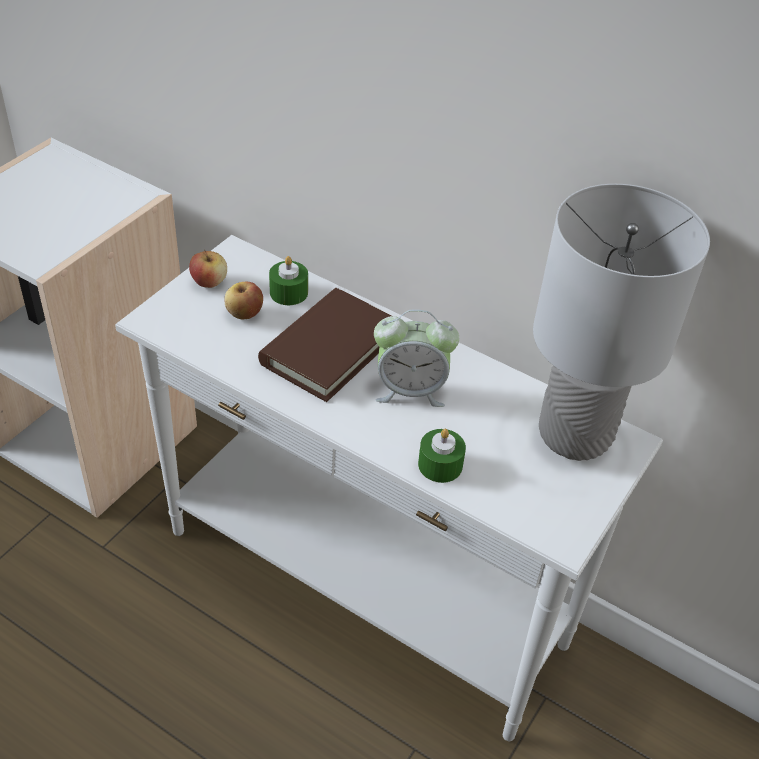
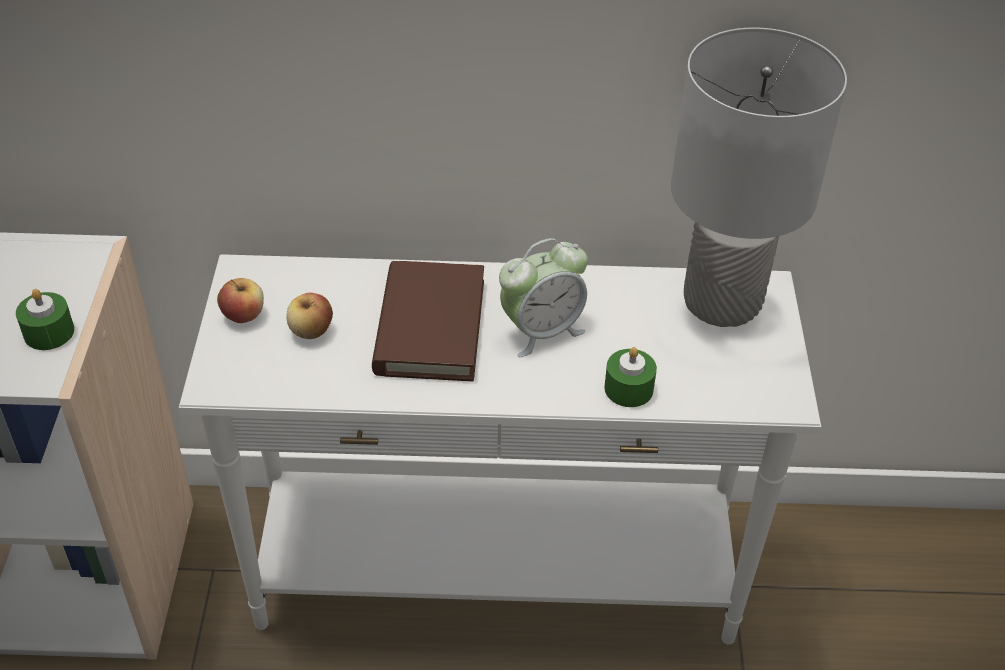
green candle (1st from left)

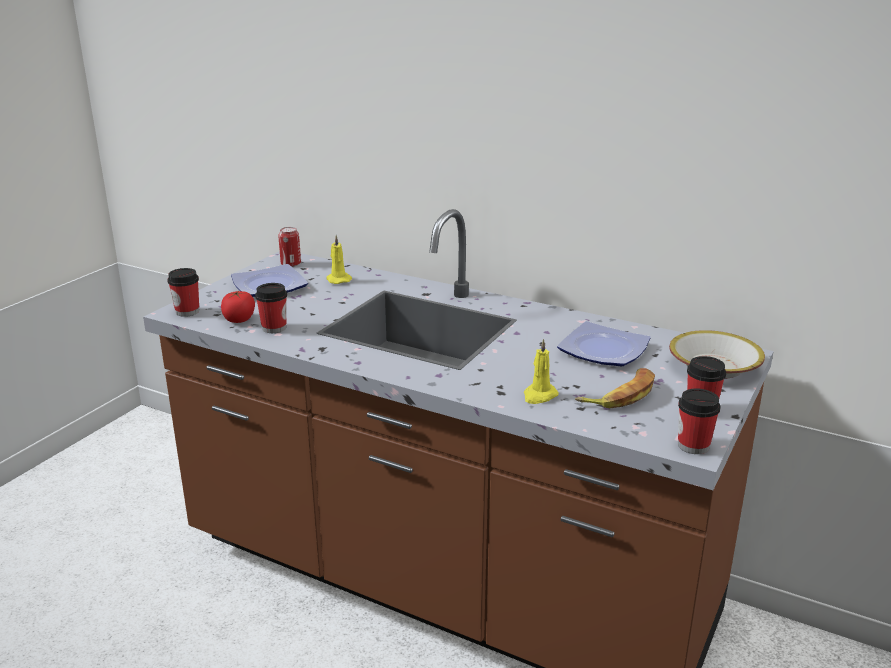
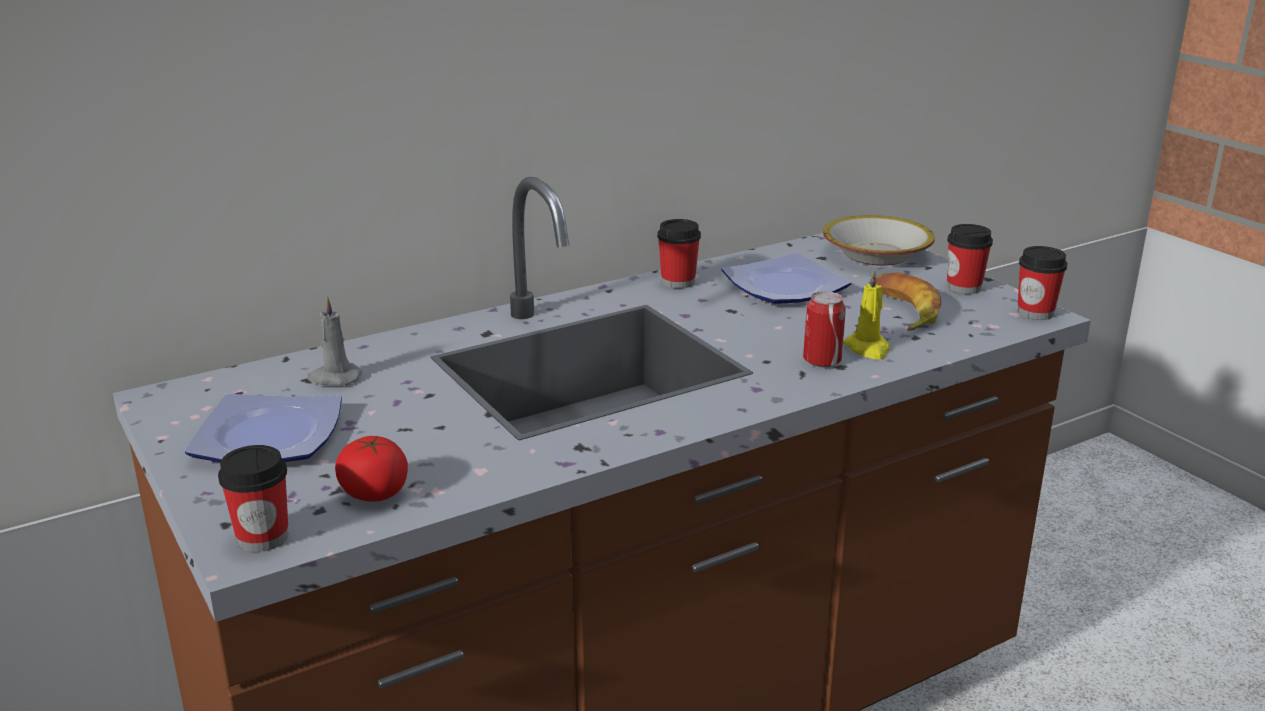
grey candle
cup (2nd from left)
can

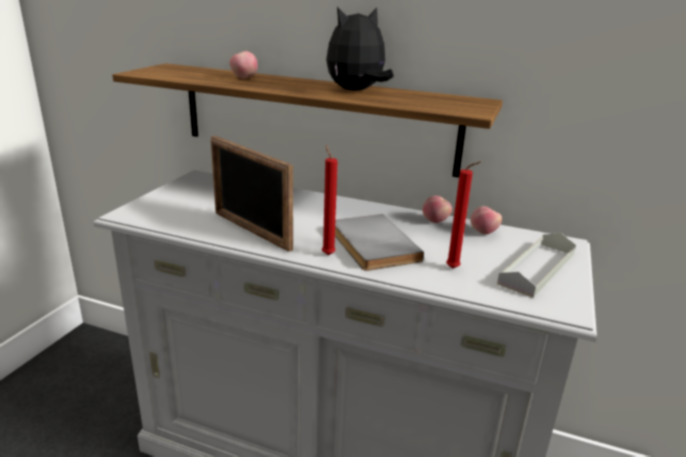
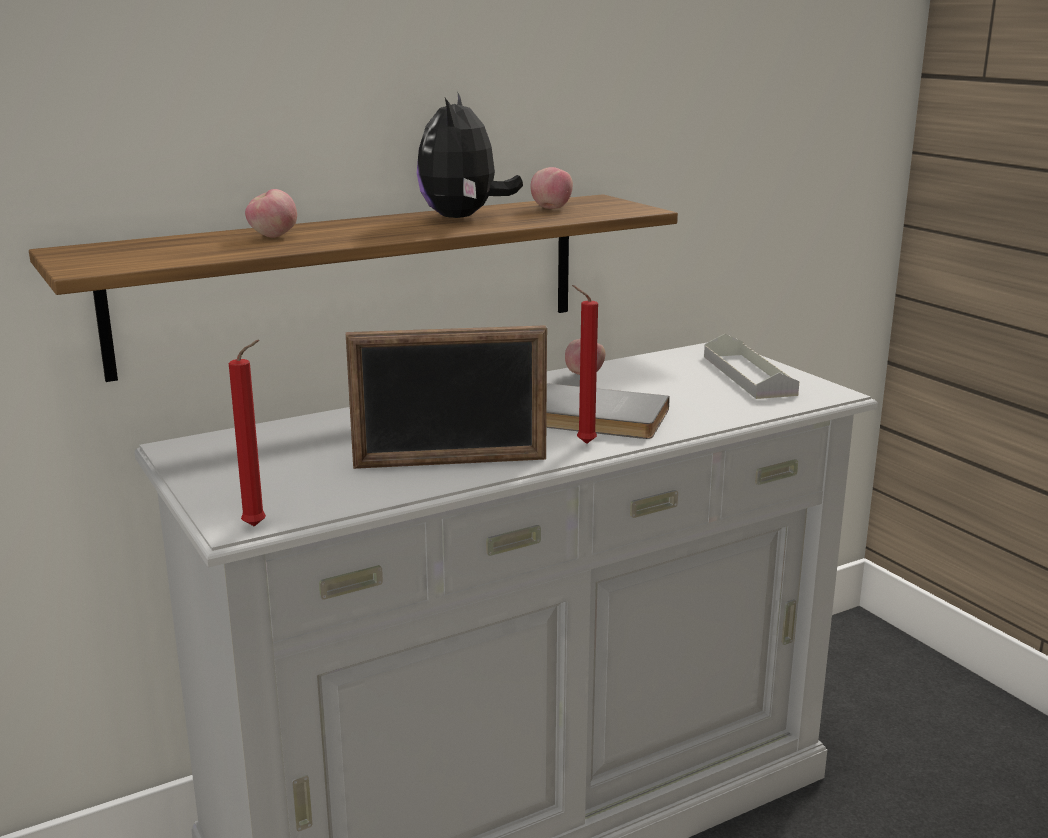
red candle (1st from left)
apple (2nd from left)

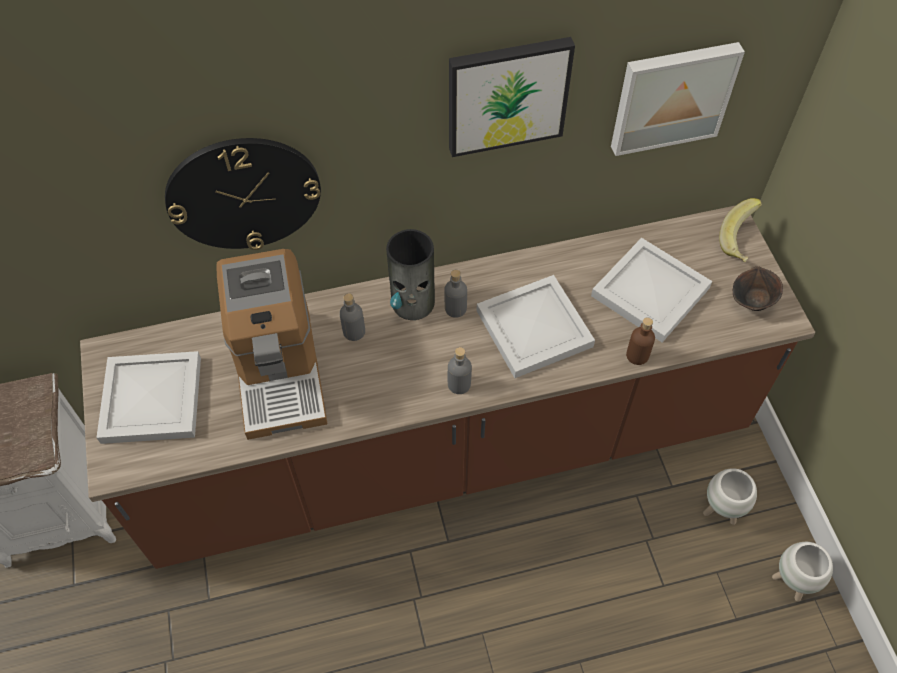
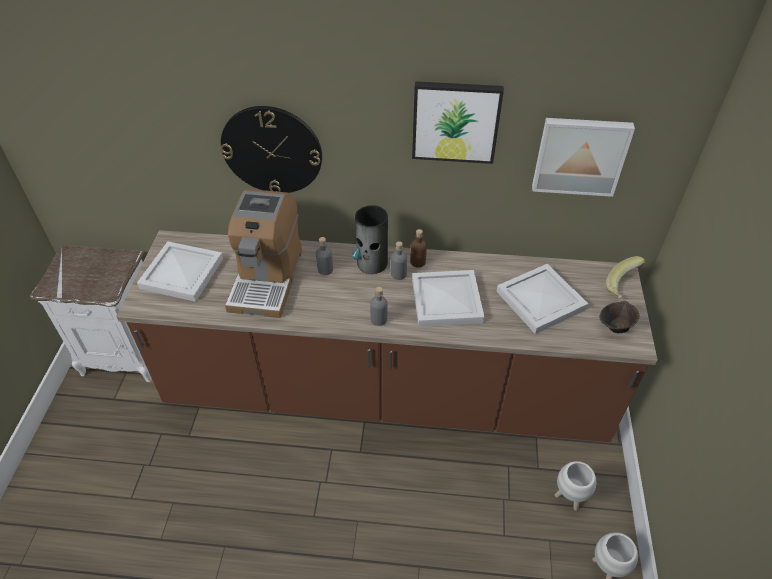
brown bottle

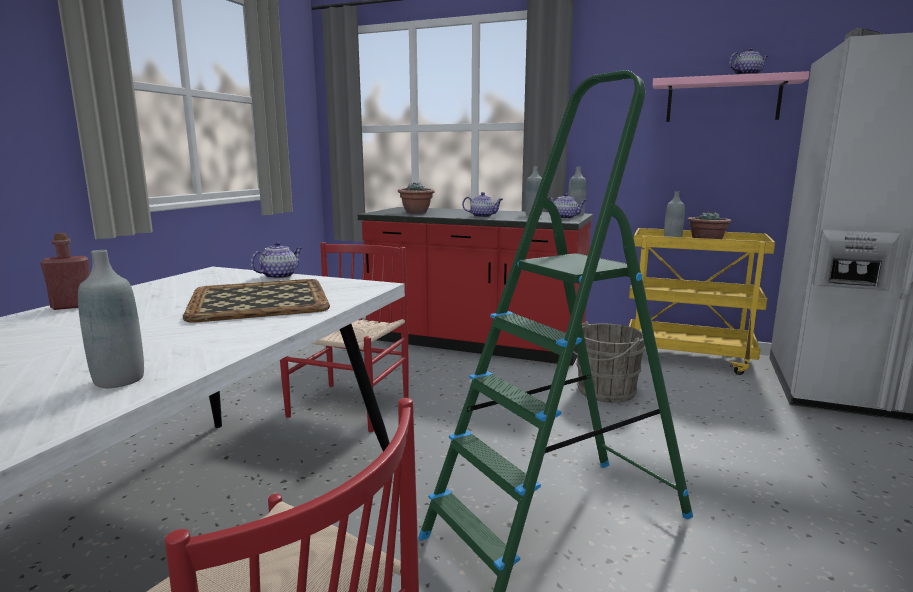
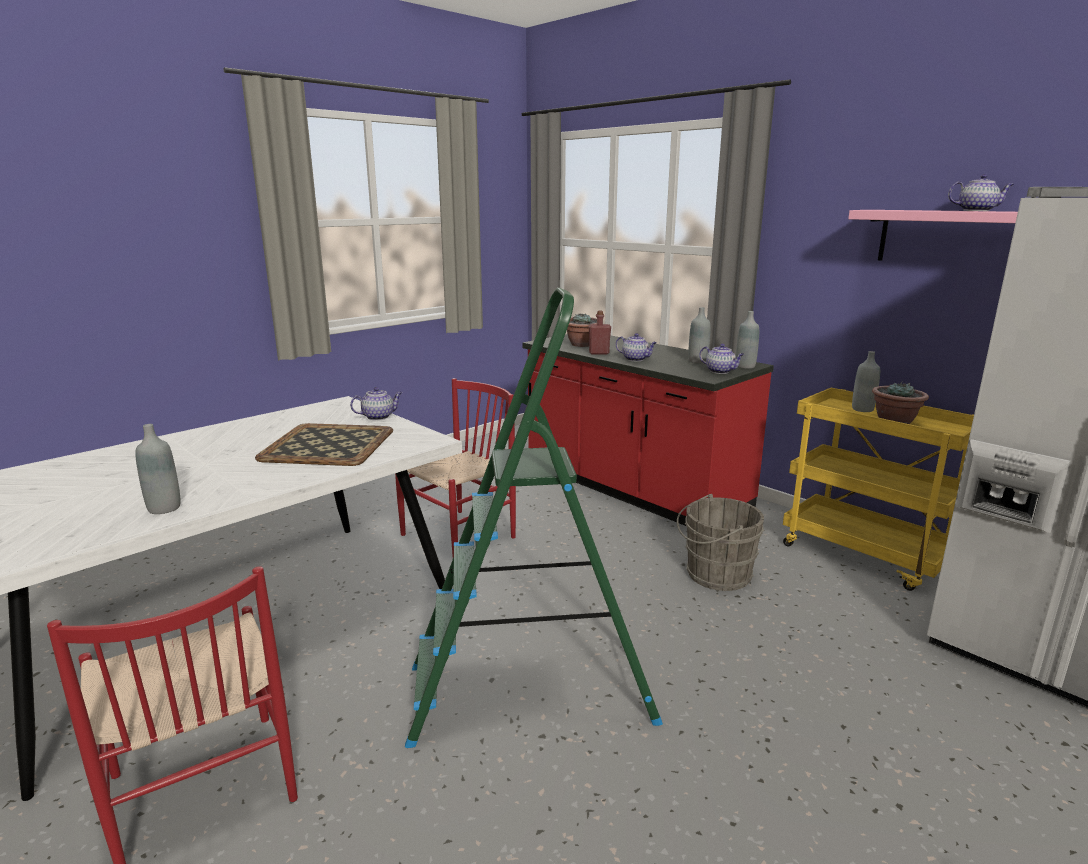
red bottle

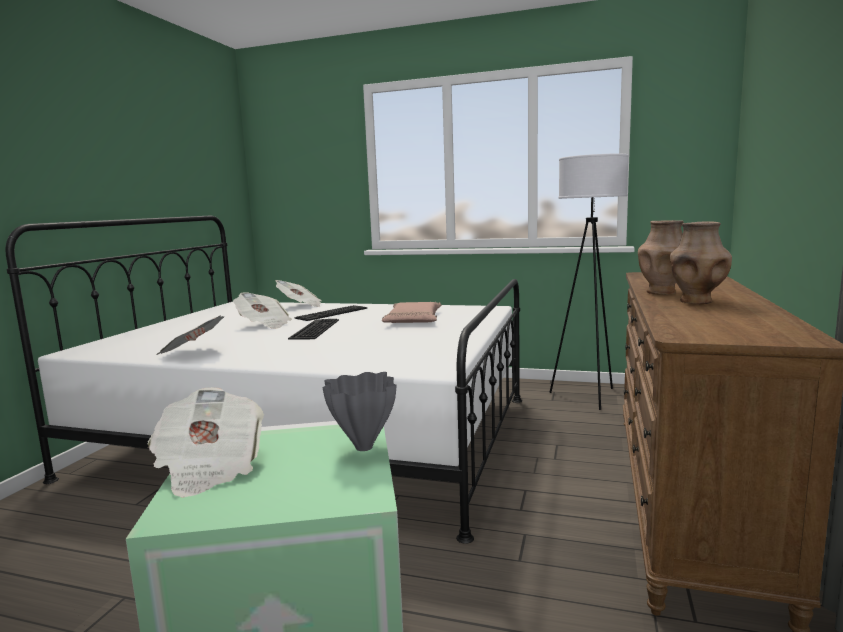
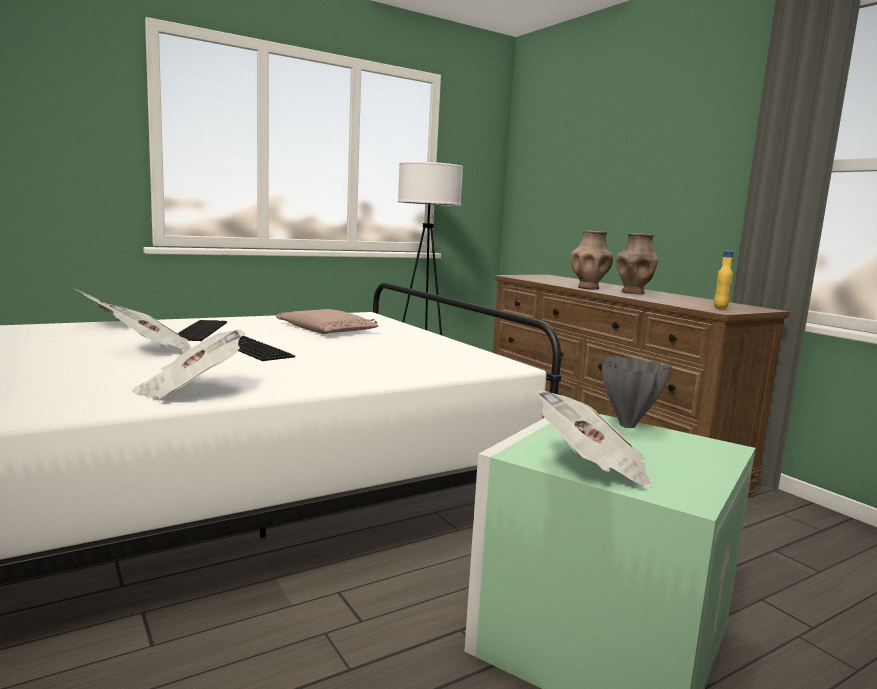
yellow bottle

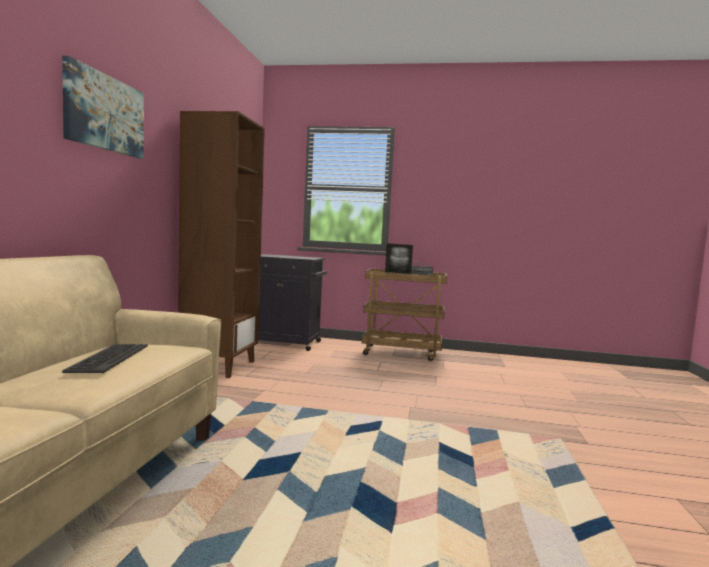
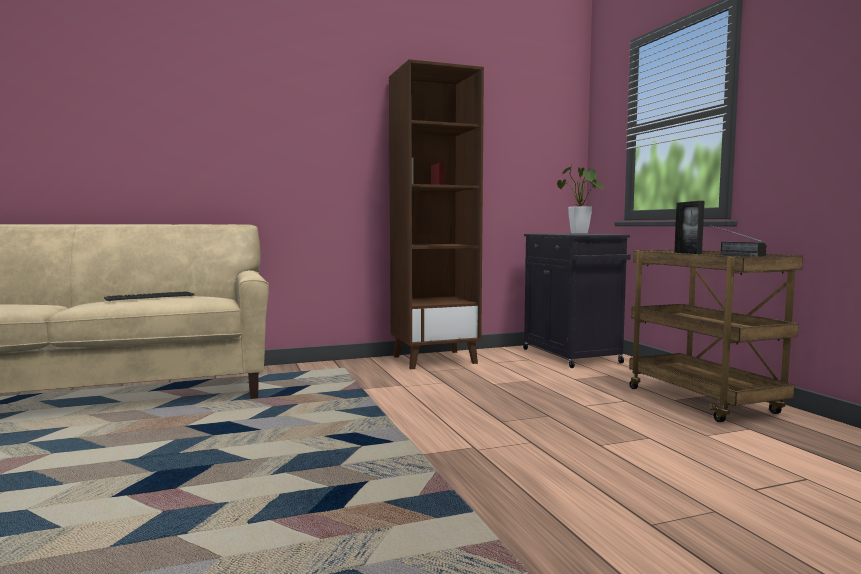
potted plant
picture

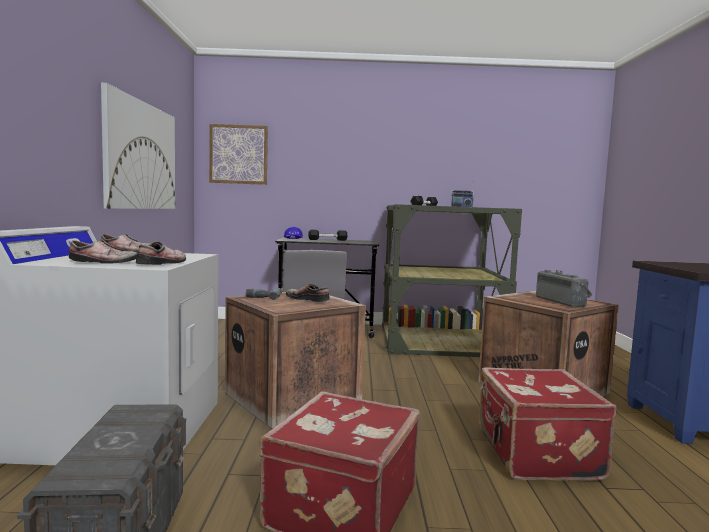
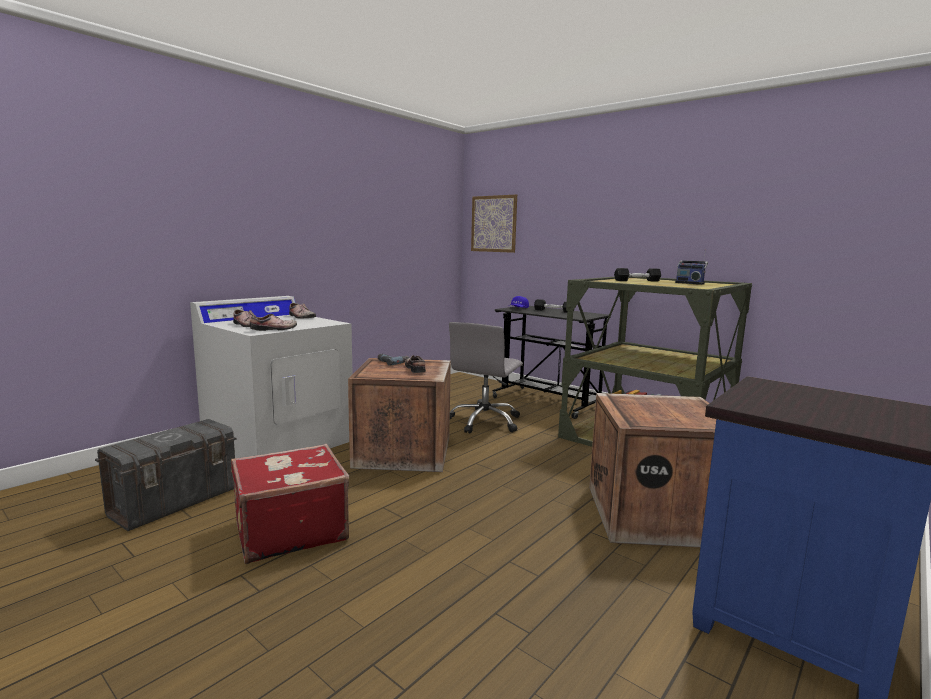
picture (1st from left in the first image)
red suitcase (2nd from left in the first image)
radio (2nd from left in the first image)

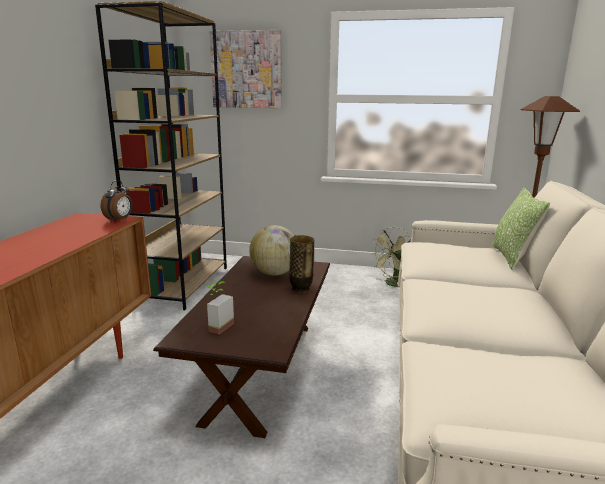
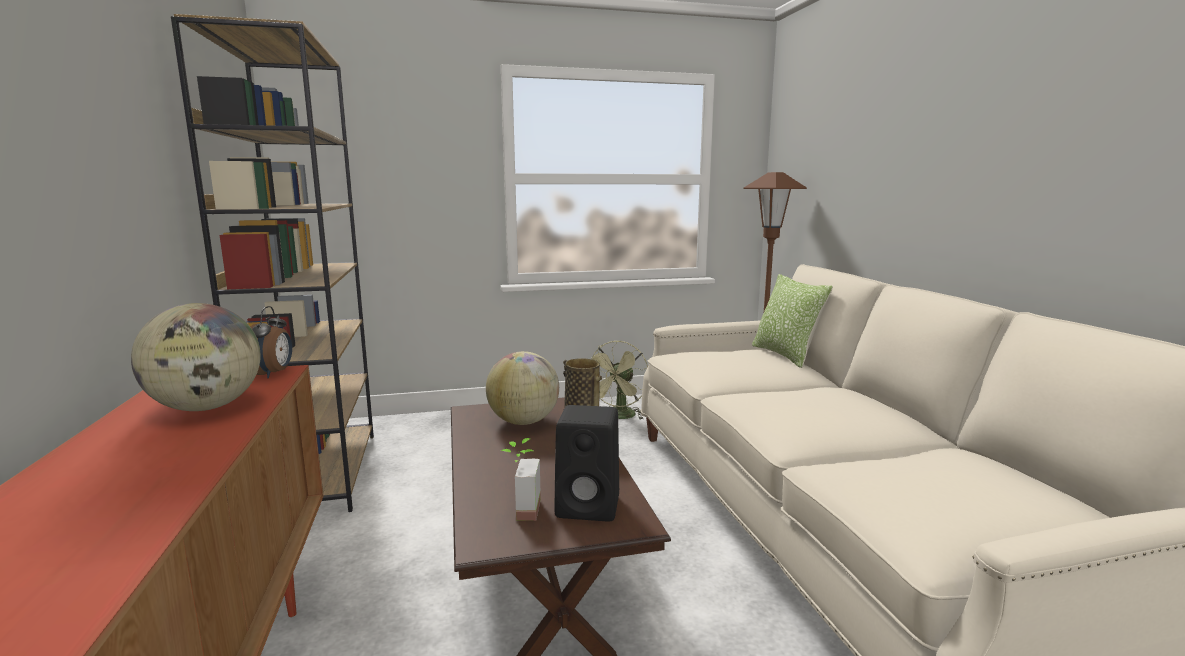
globe (1st from left)
black speaker
picture

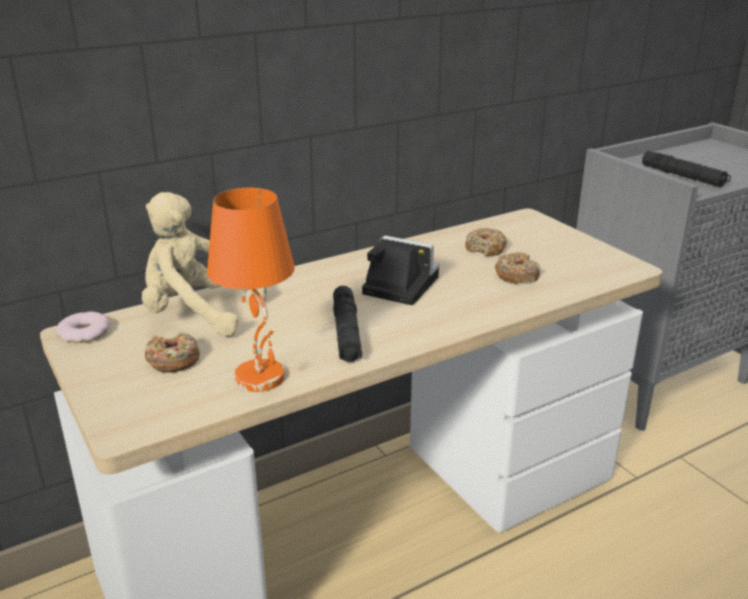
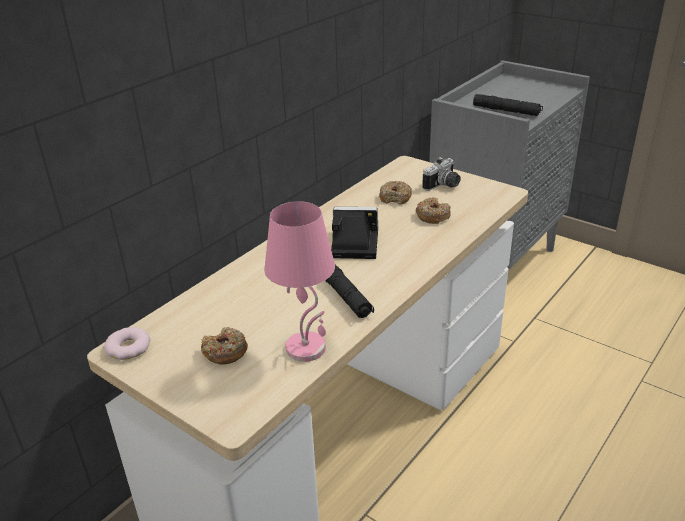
pink table lamp
photo camera (2nd from left)
beige plush toy

